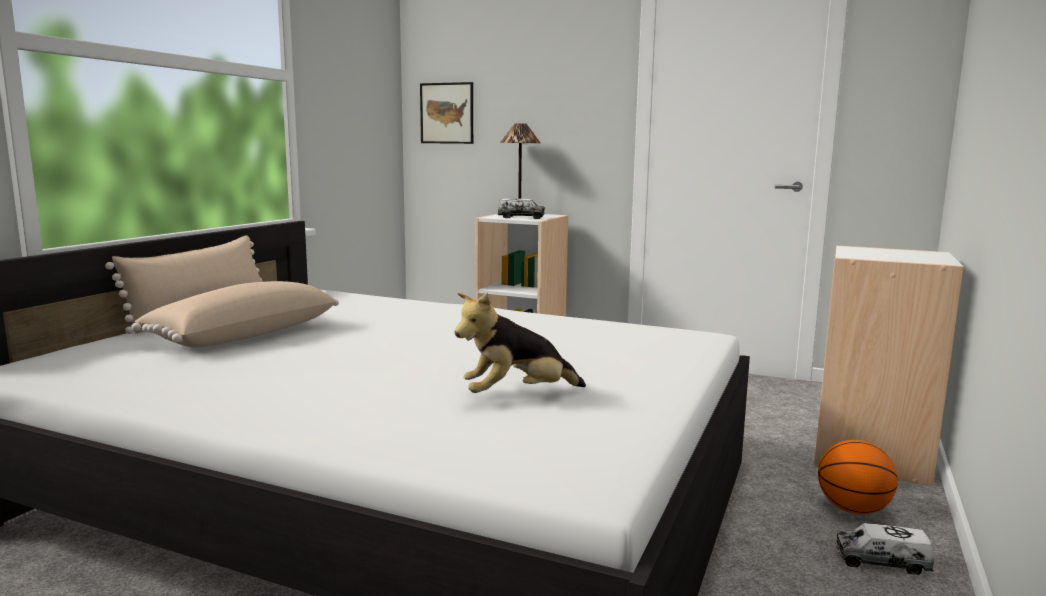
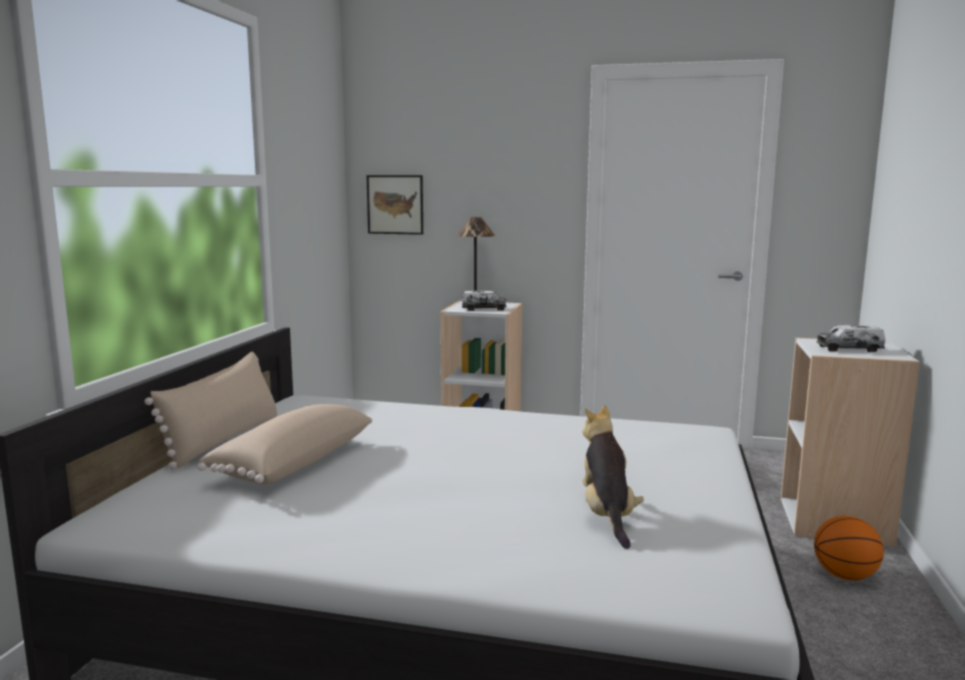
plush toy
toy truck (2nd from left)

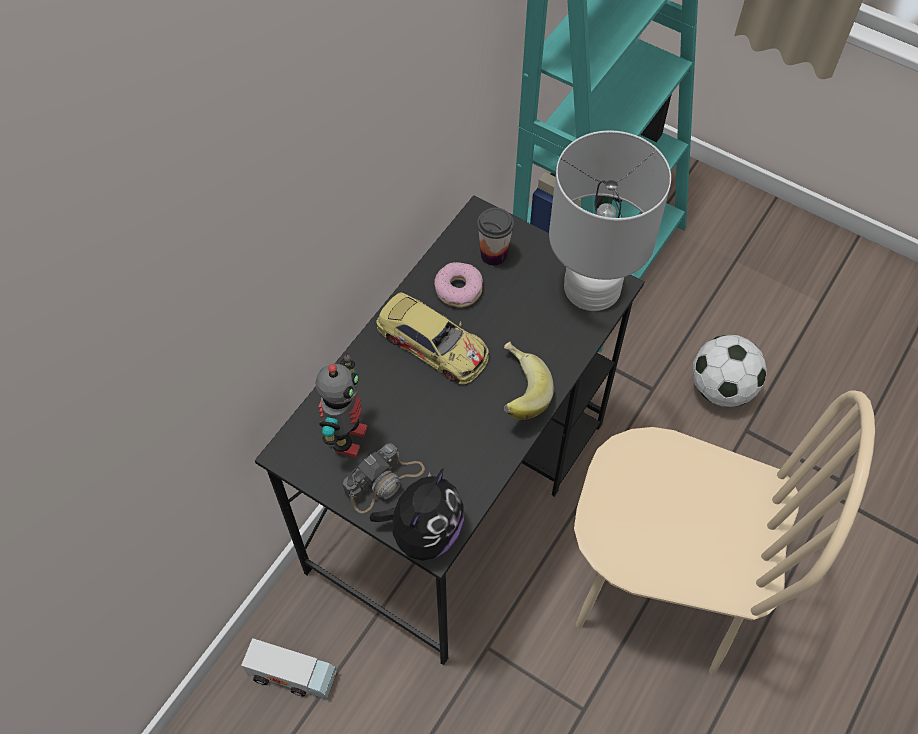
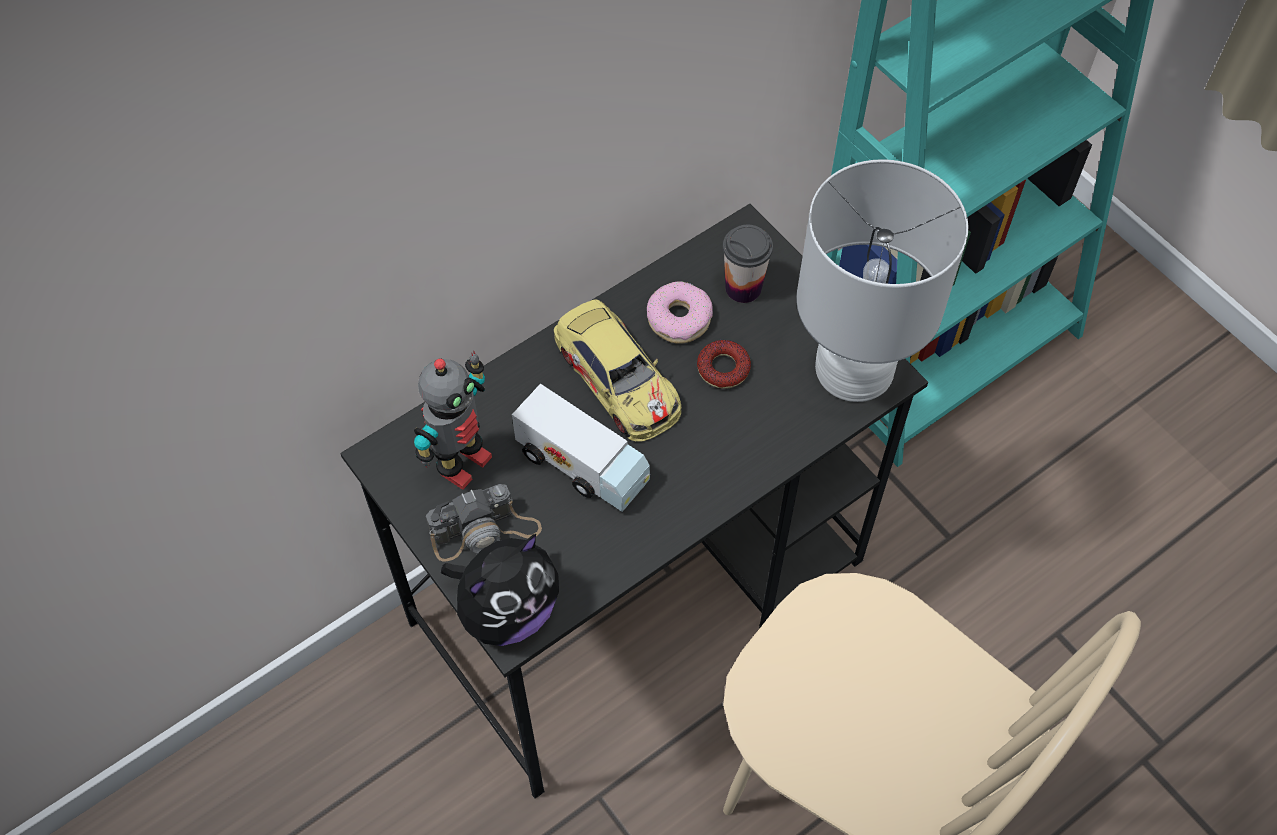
toy truck
donut (2nd from left)
banana
football

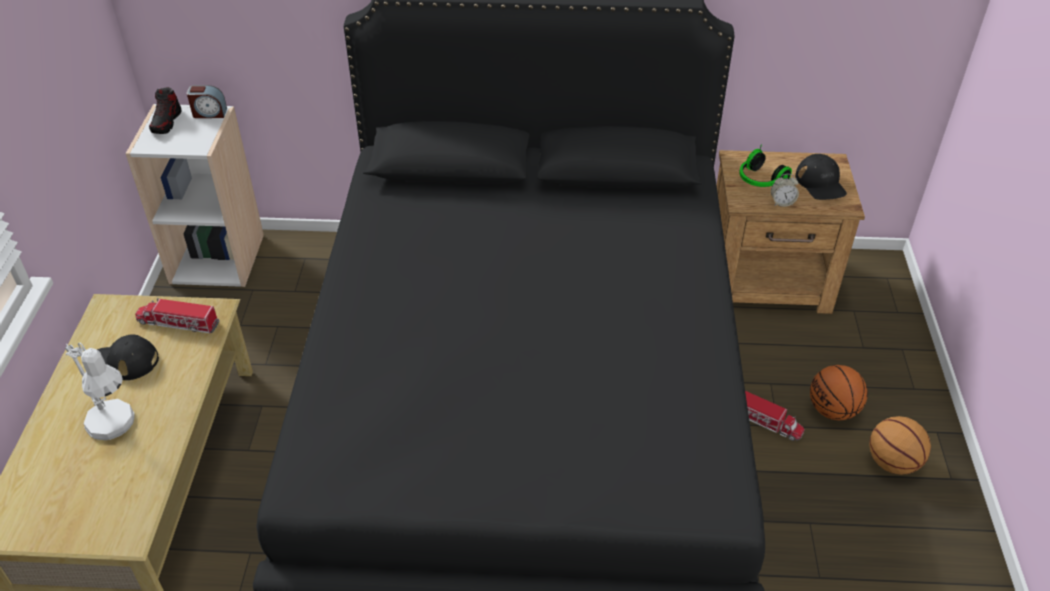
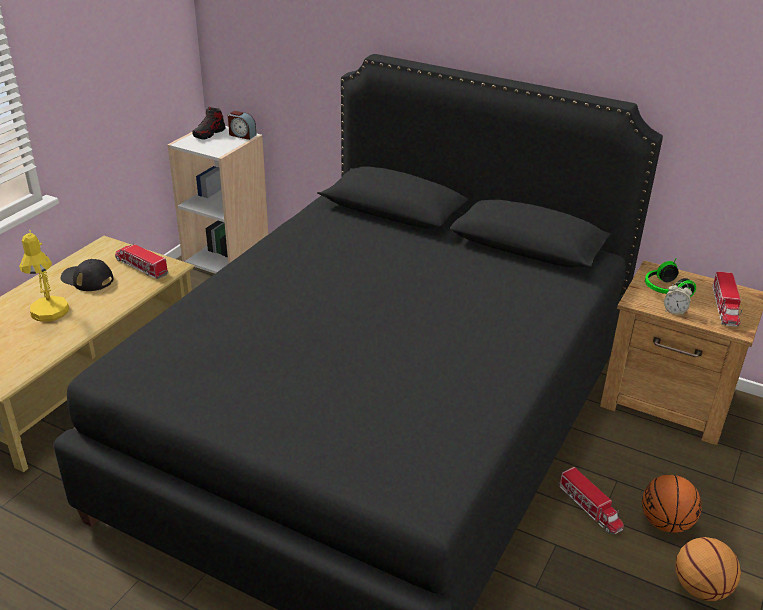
yellow table lamp
toy truck (3rd from left)

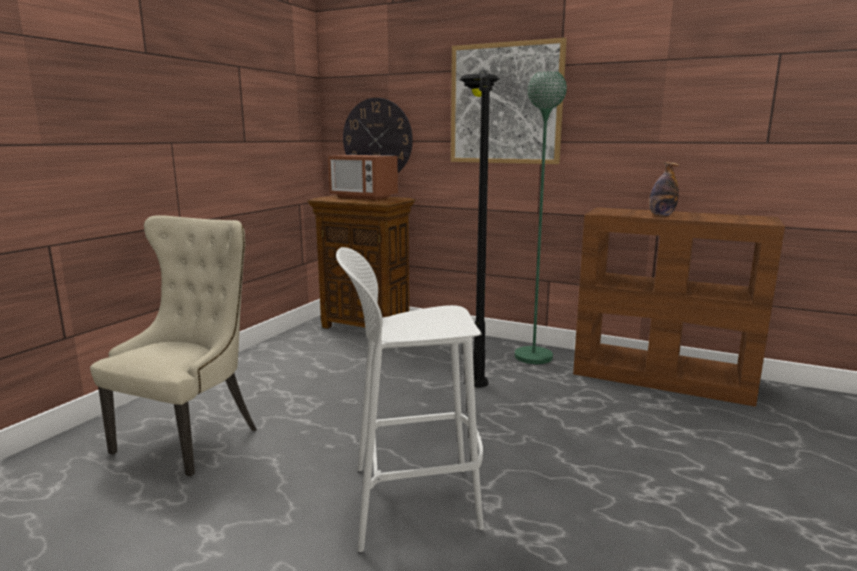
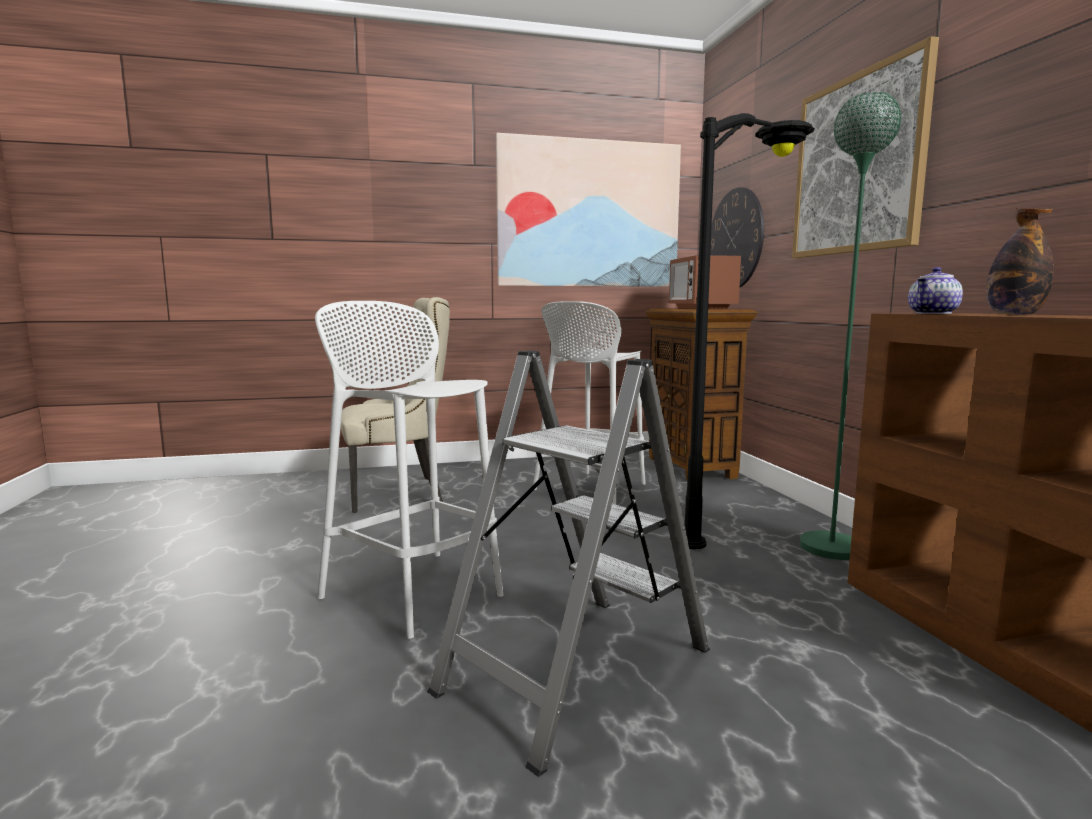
grey step ladder
picture (1st from left)
white stool (2nd from left)
teapot

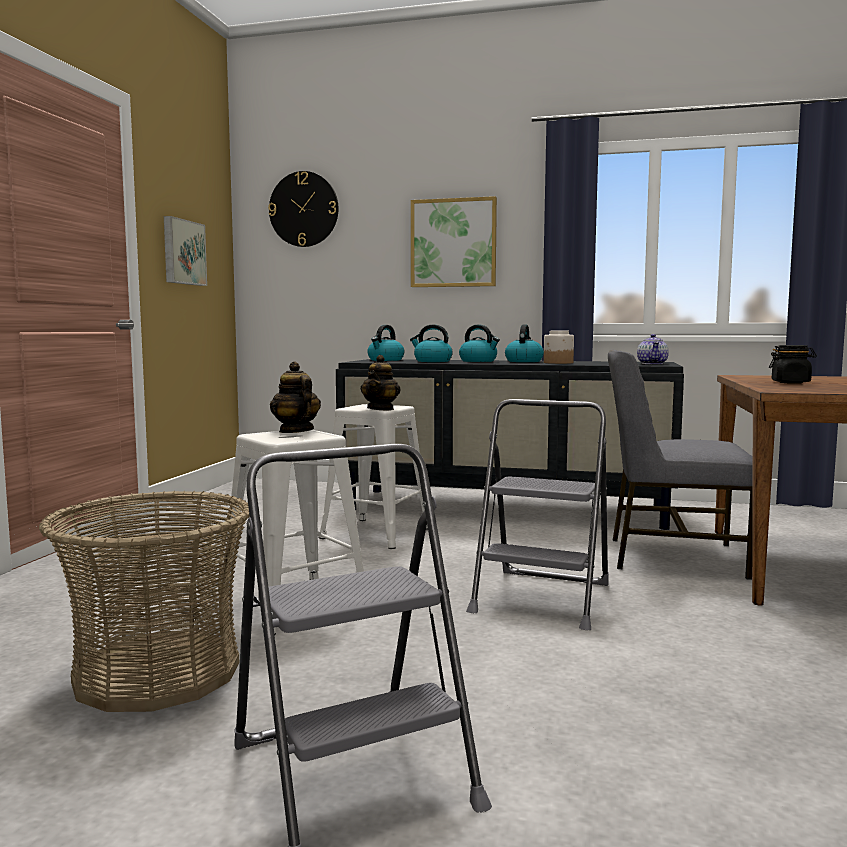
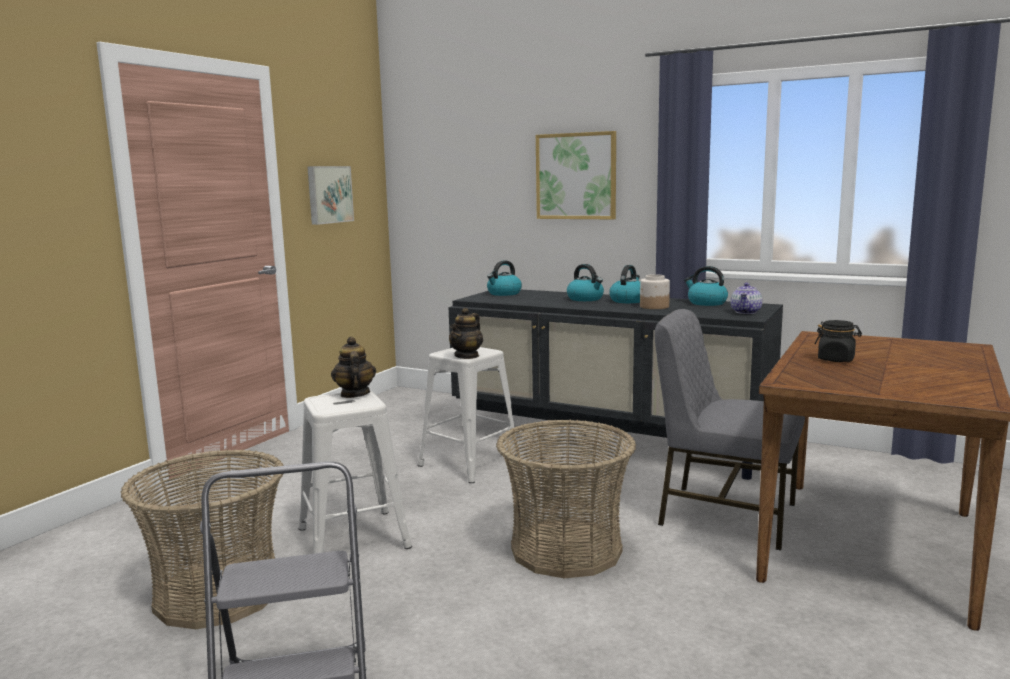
basket (2nd from left)
kettle (4th from left)
wall clock

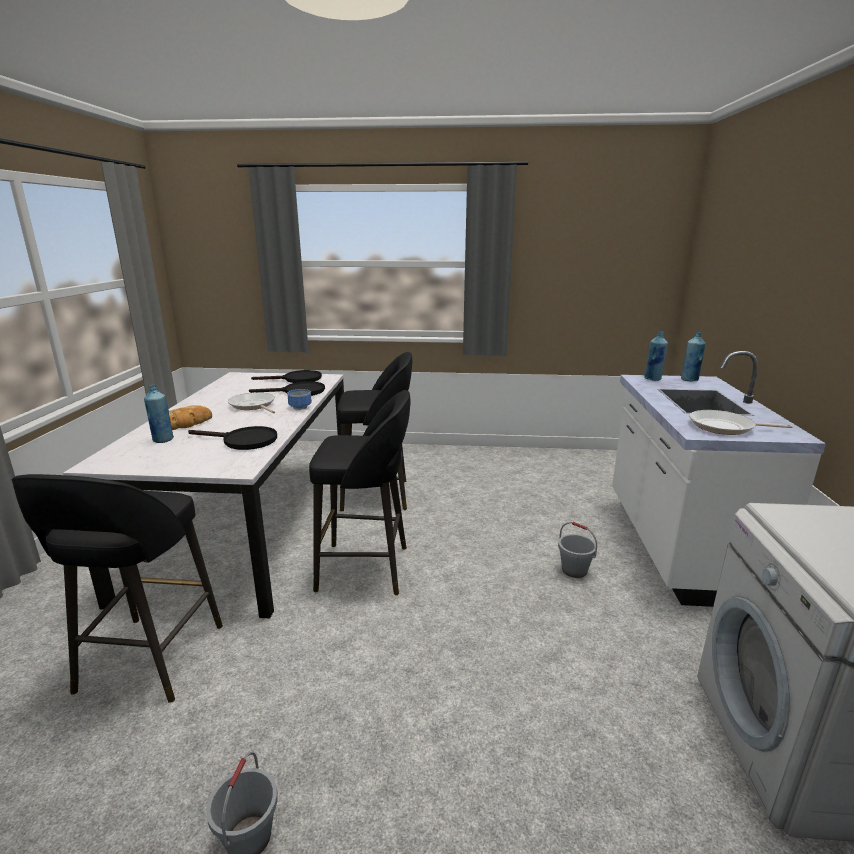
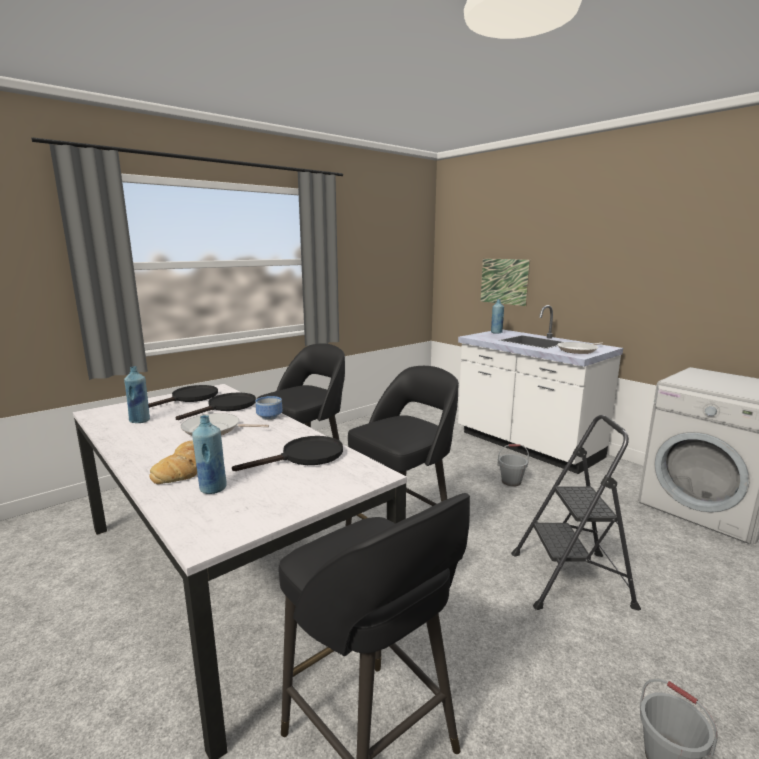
blue bottle (1st from left)
picture
black step ladder

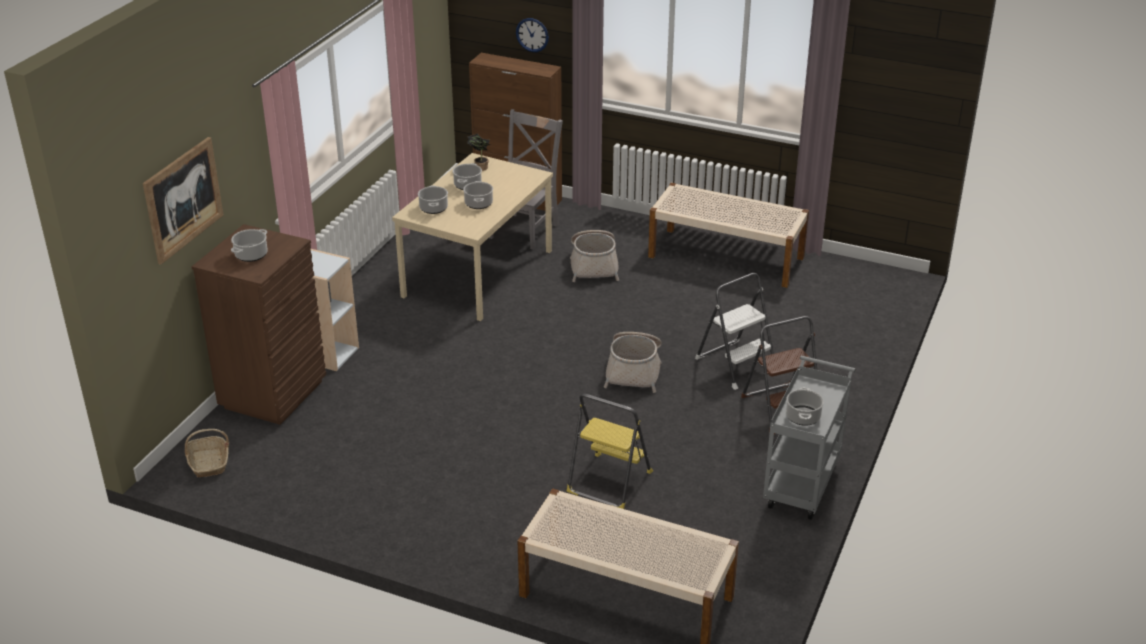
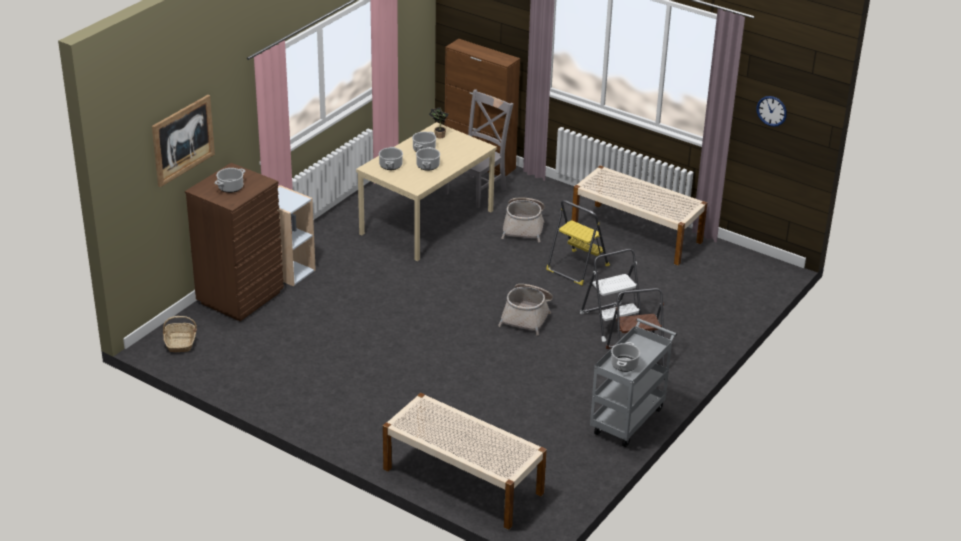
yellow step ladder
wall clock

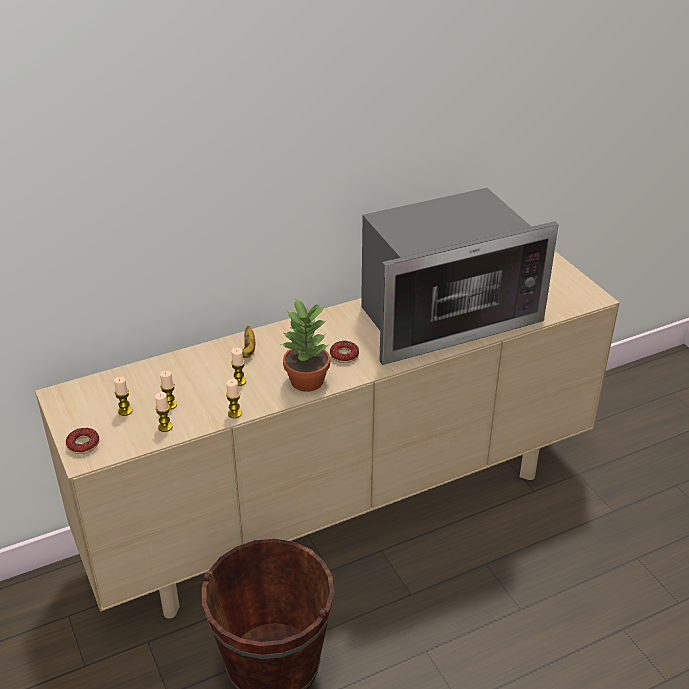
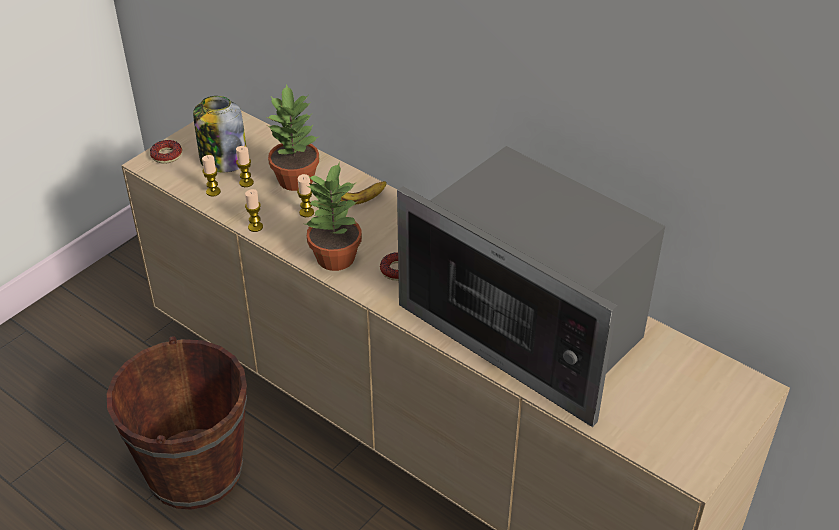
jar
potted plant (1st from left)

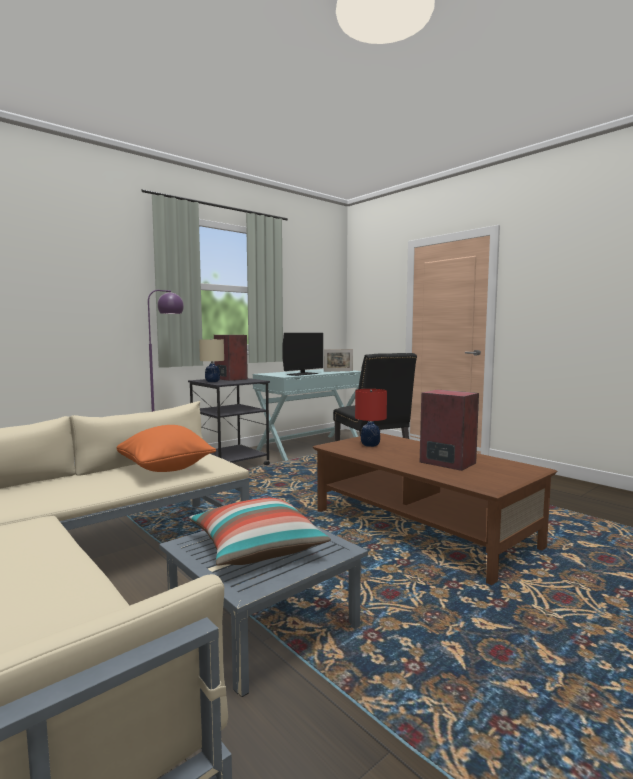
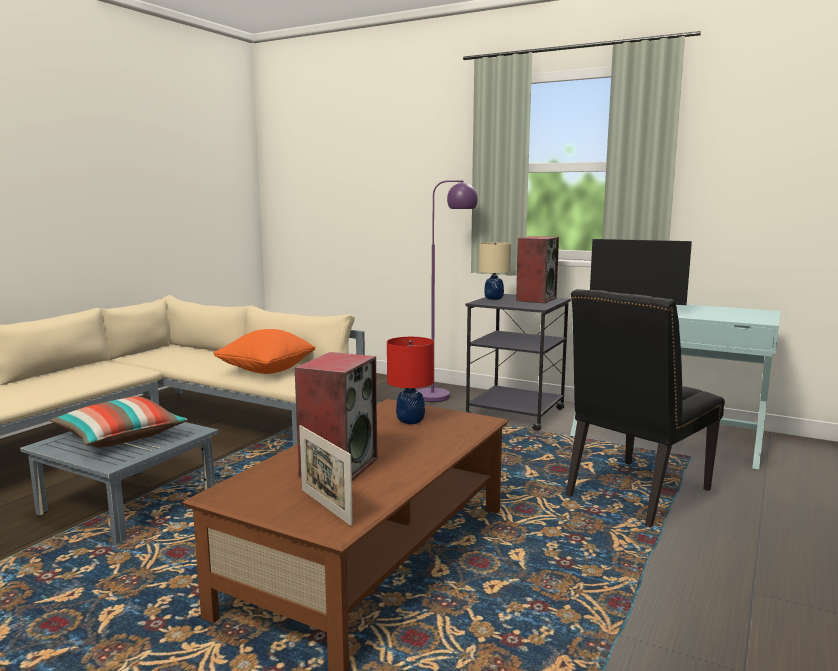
picture frame

